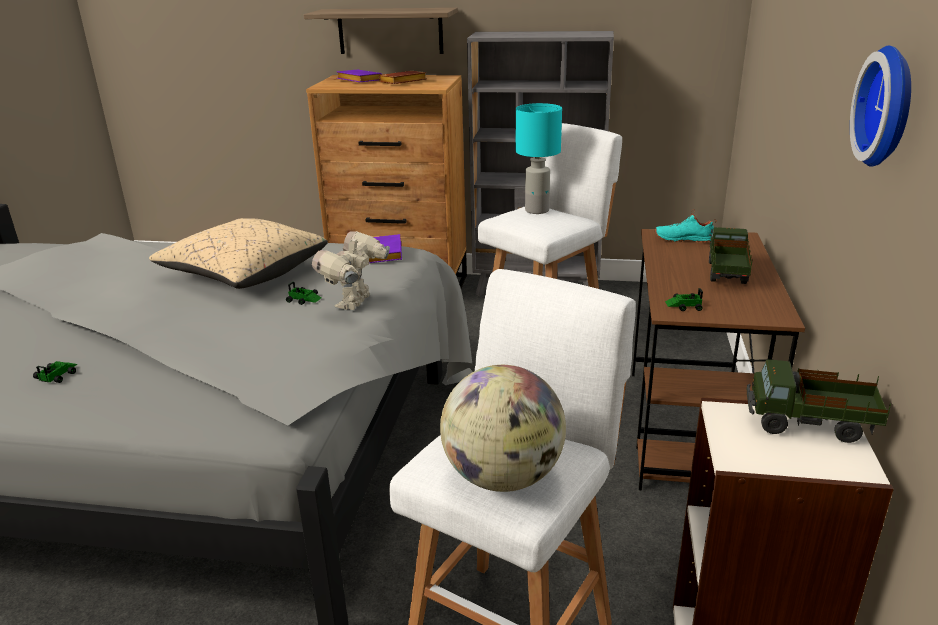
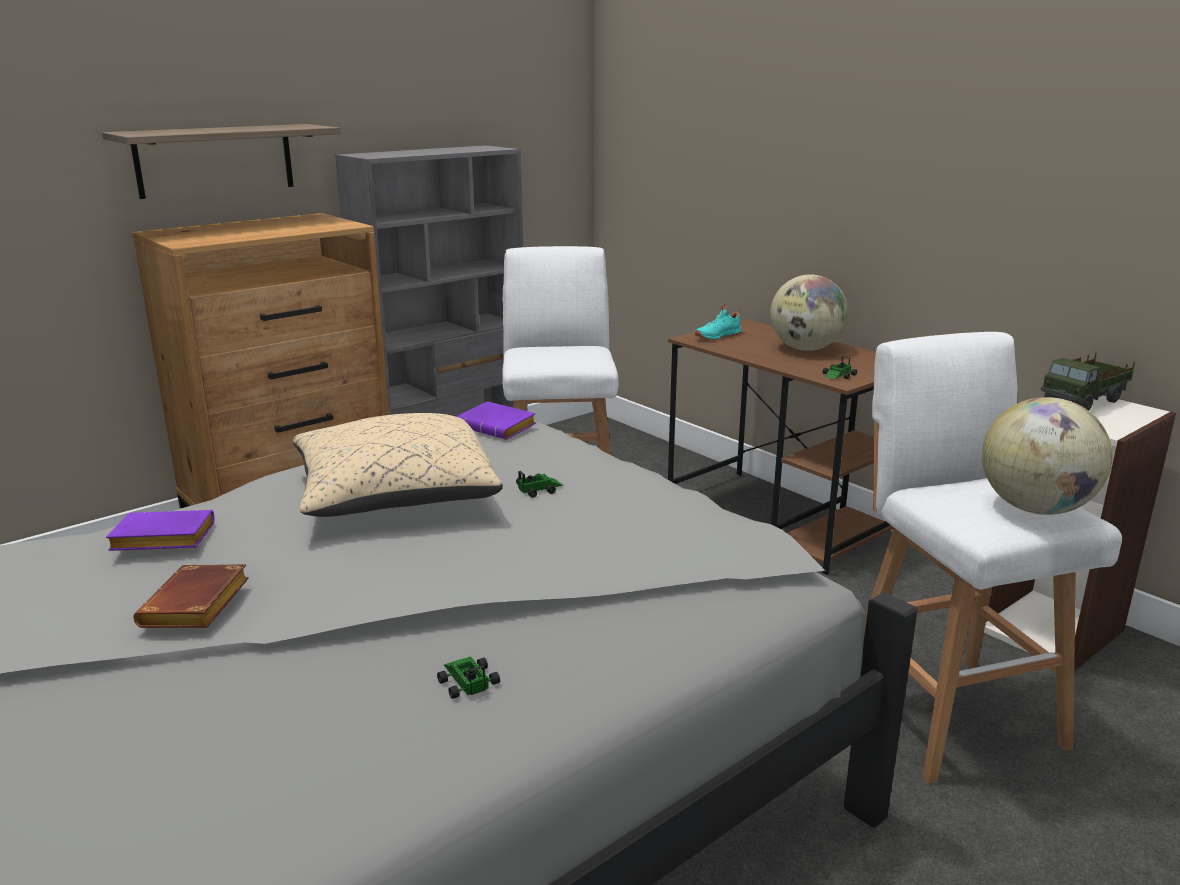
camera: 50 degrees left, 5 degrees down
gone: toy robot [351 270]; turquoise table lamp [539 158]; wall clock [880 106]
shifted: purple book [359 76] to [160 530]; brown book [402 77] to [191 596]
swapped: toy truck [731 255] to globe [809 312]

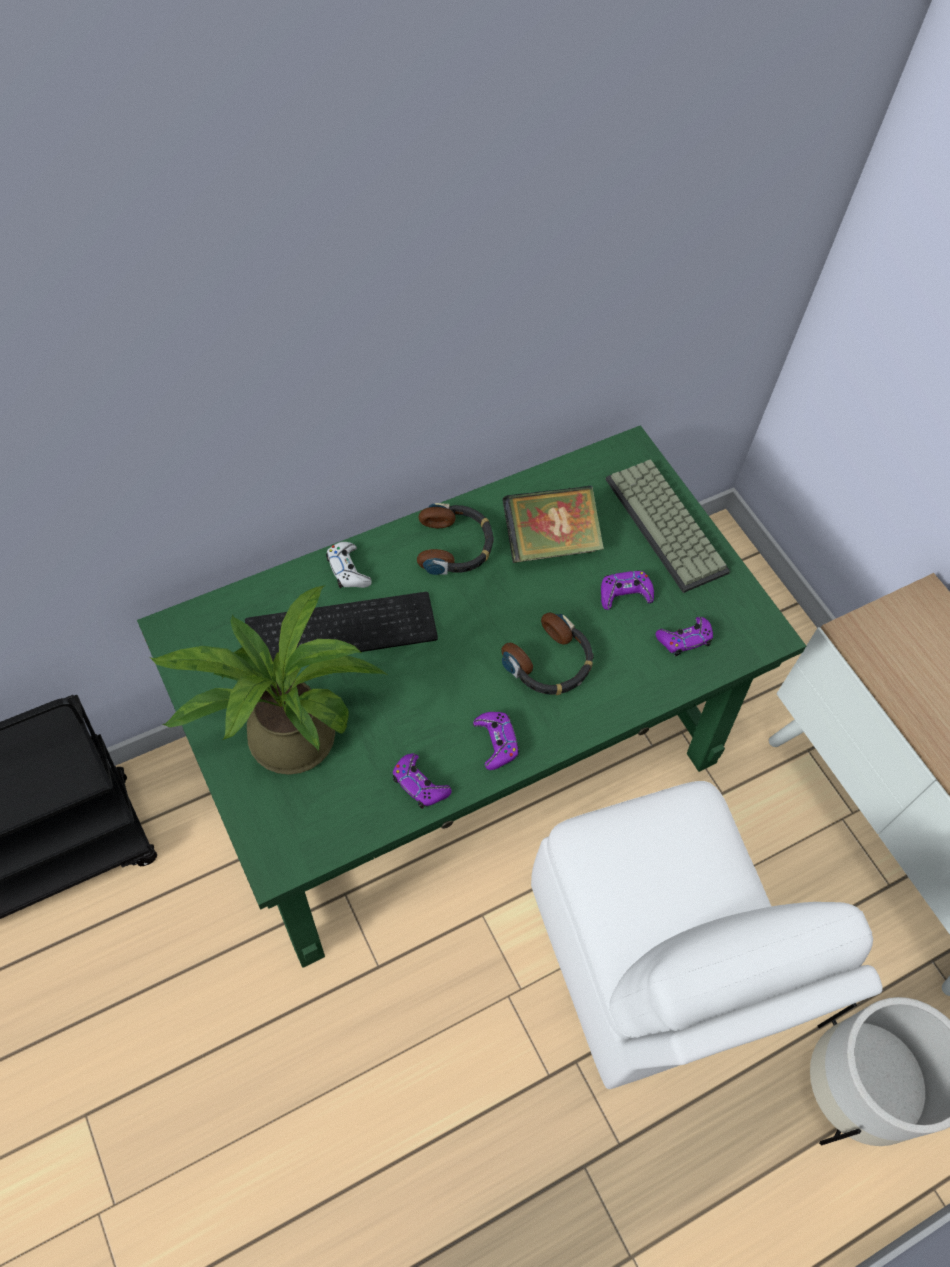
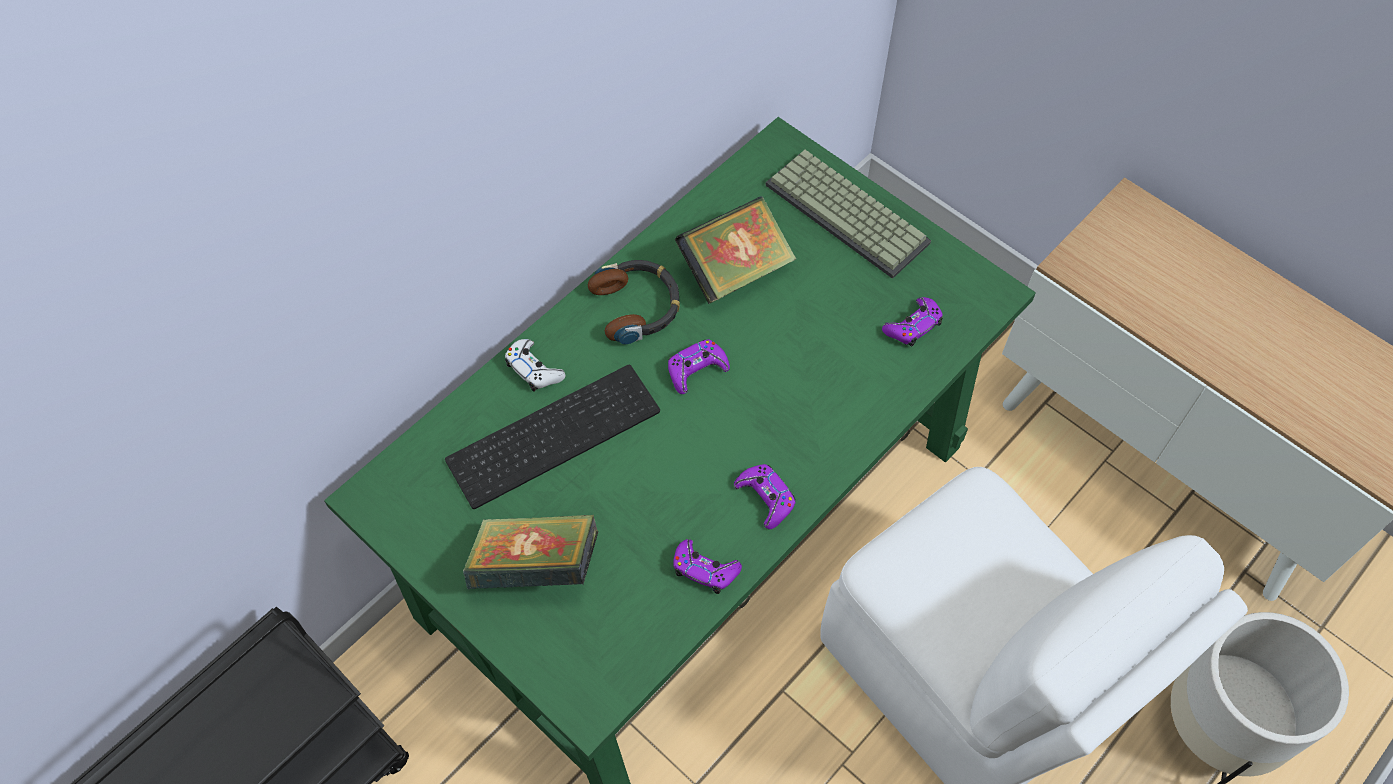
camera: 15 degrees left, 0 degrees up
gone: headphones [547 654]
shifted: purple game controller [627 590] to [699 366]
swapped: potted plant [268 680] to book [530 551]

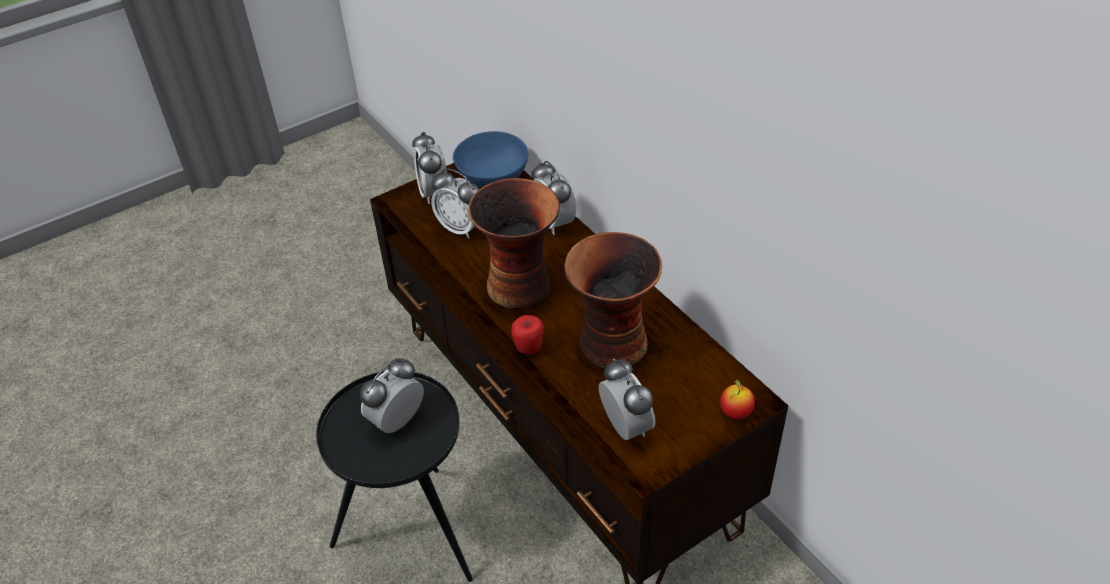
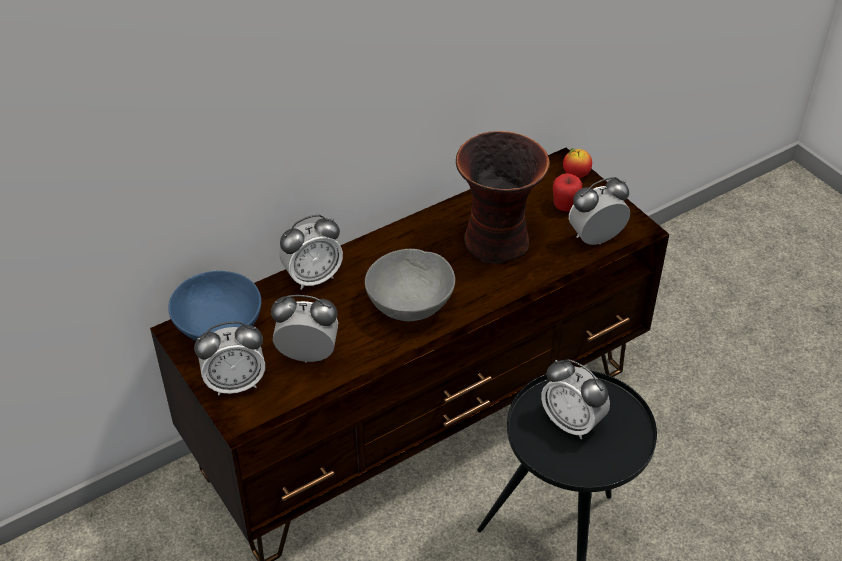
camera: 90 degrees left, 0 degrees up
shifted: apple [527 335] to [567 192]
swapped: vase [514 243] to grey bowl [410 285]
rotated: alarm clock [455 203] = [304 329] 120 degrees counterclockwise

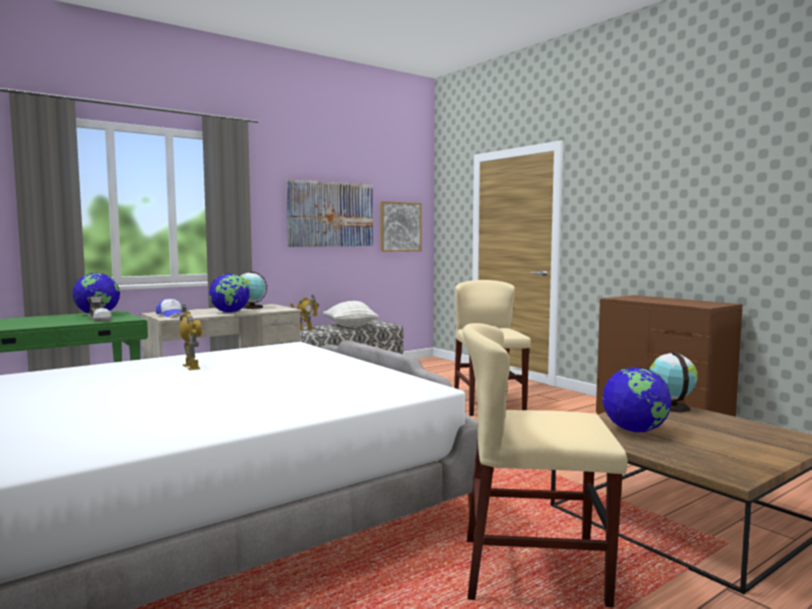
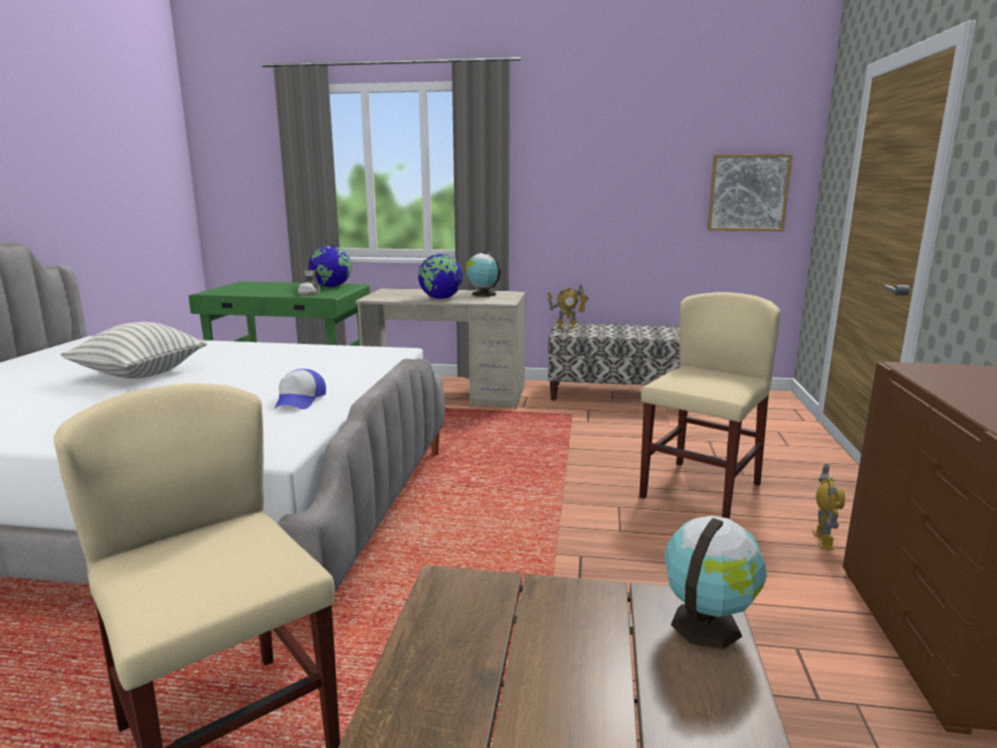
camera: 45 degrees right, 10 degrees up
gone: picture [329 213]; globe [637 399]
shifted: cap [169 308] to [300 389]; toy robot [190 337] to [828 507]; pillow [351 314] to [134 350]

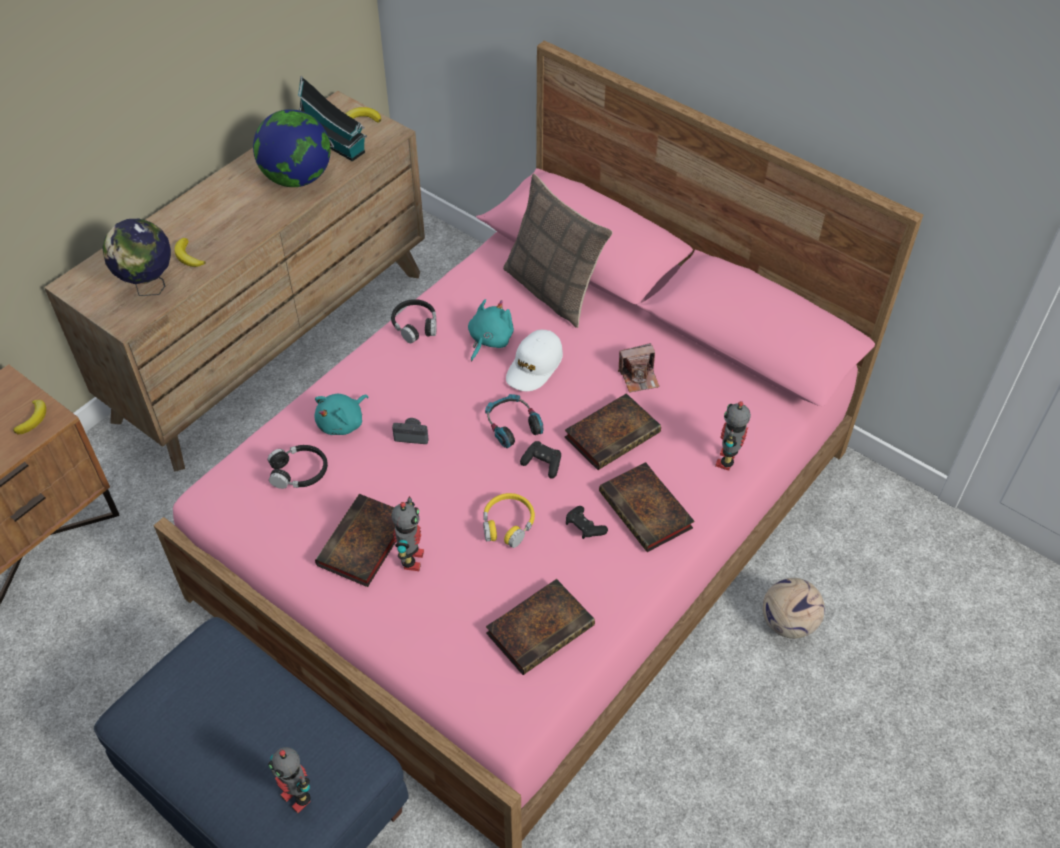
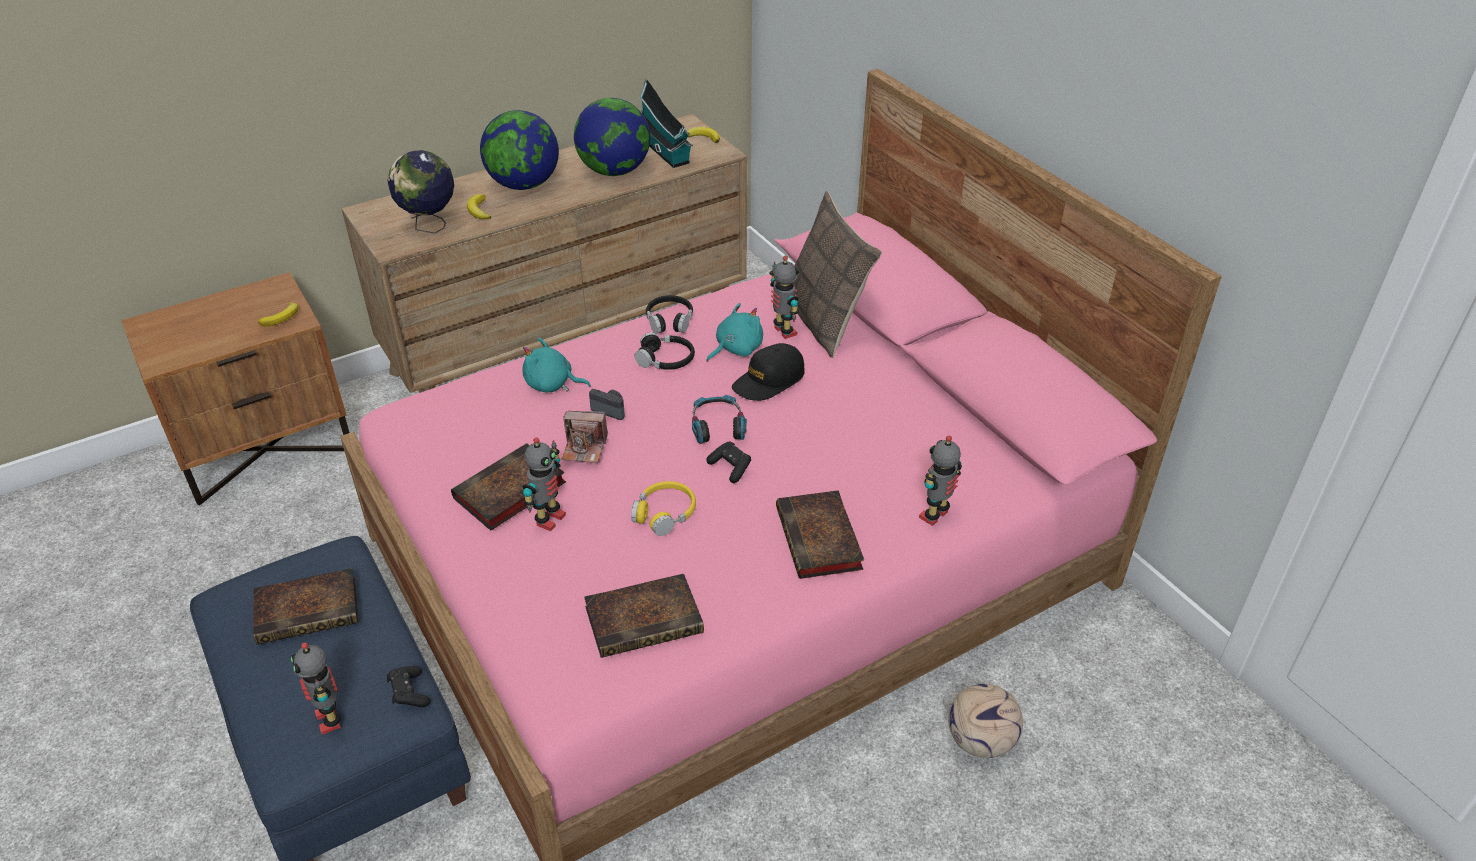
camera: 20 degrees right, 10 degrees down
new: globe [519 150]; toy robot [784 297]
shifted: black headphones [298 467] to [665 351]; book [613 431] to [306 606]; black game controller [587 522] to [409 686]; photo camera [639 368] to [585 437]
repainted: white cap [534 360] to black cap [768 372]
rotated: turquoise plush toy [341 414] = [556 365] 45 degrees clockwise

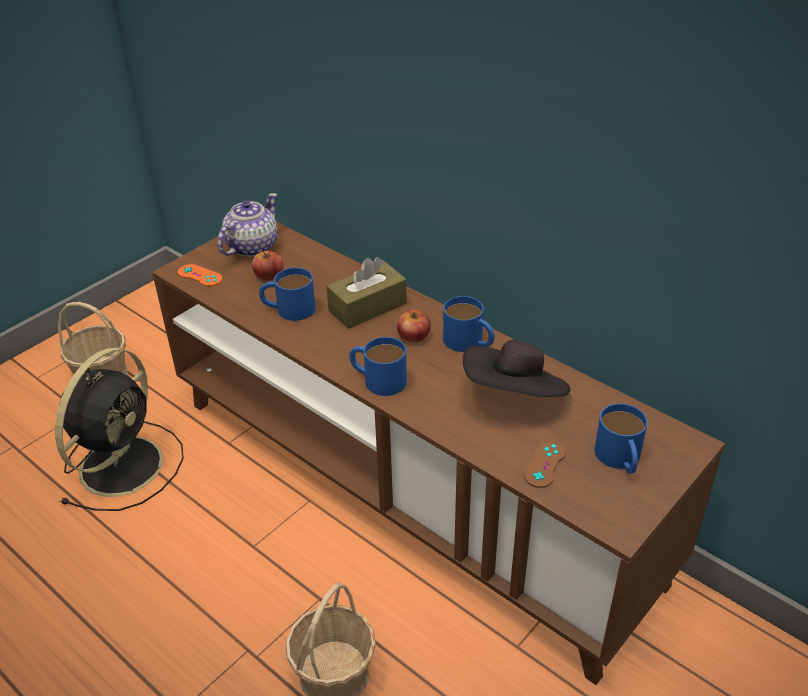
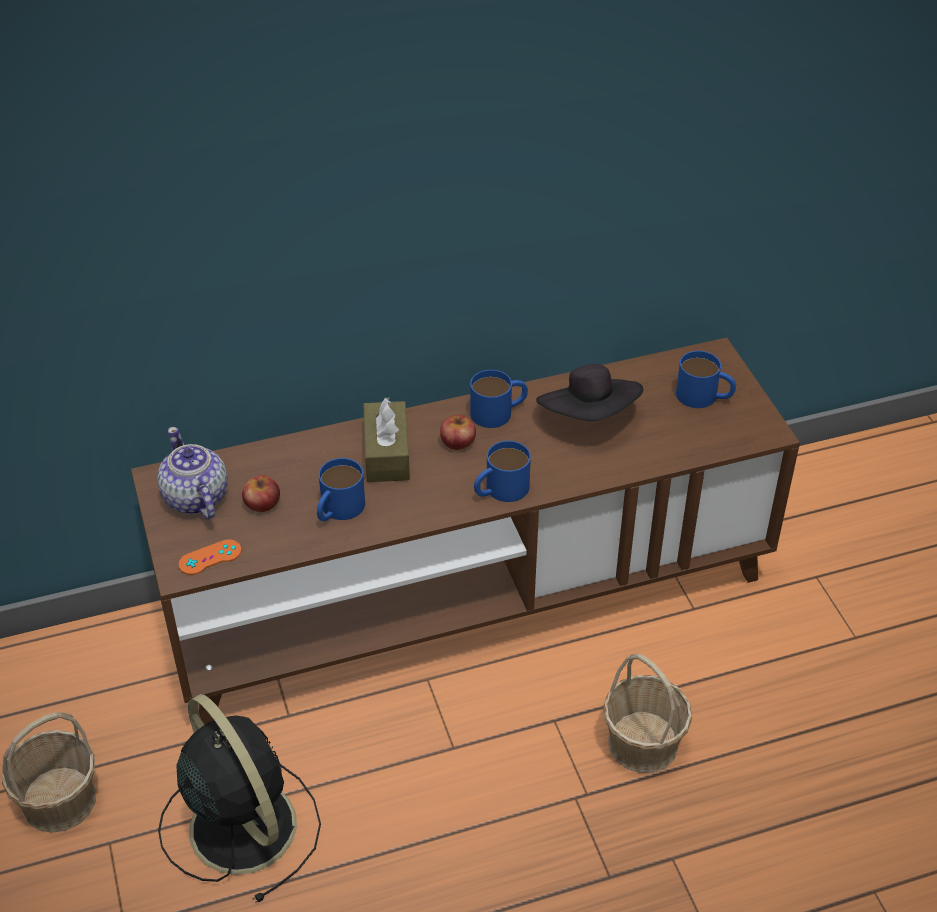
camera: 60 degrees left, 5 degrees up
gone: brown game controller [545 464]

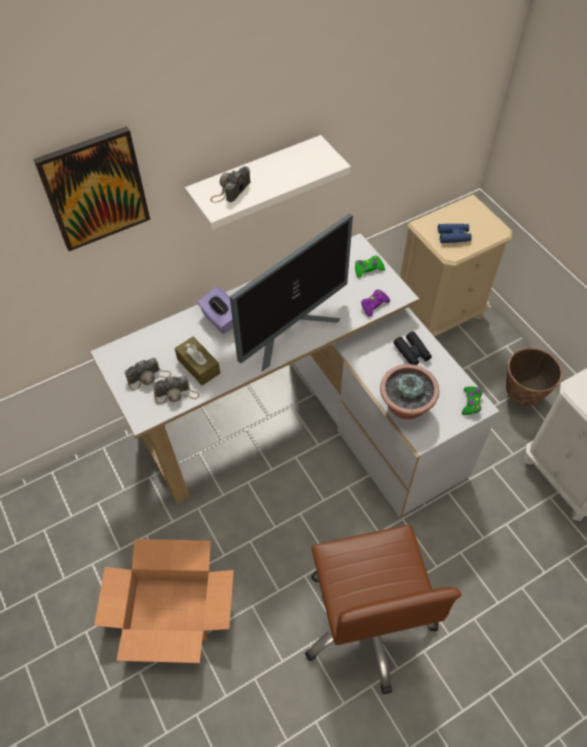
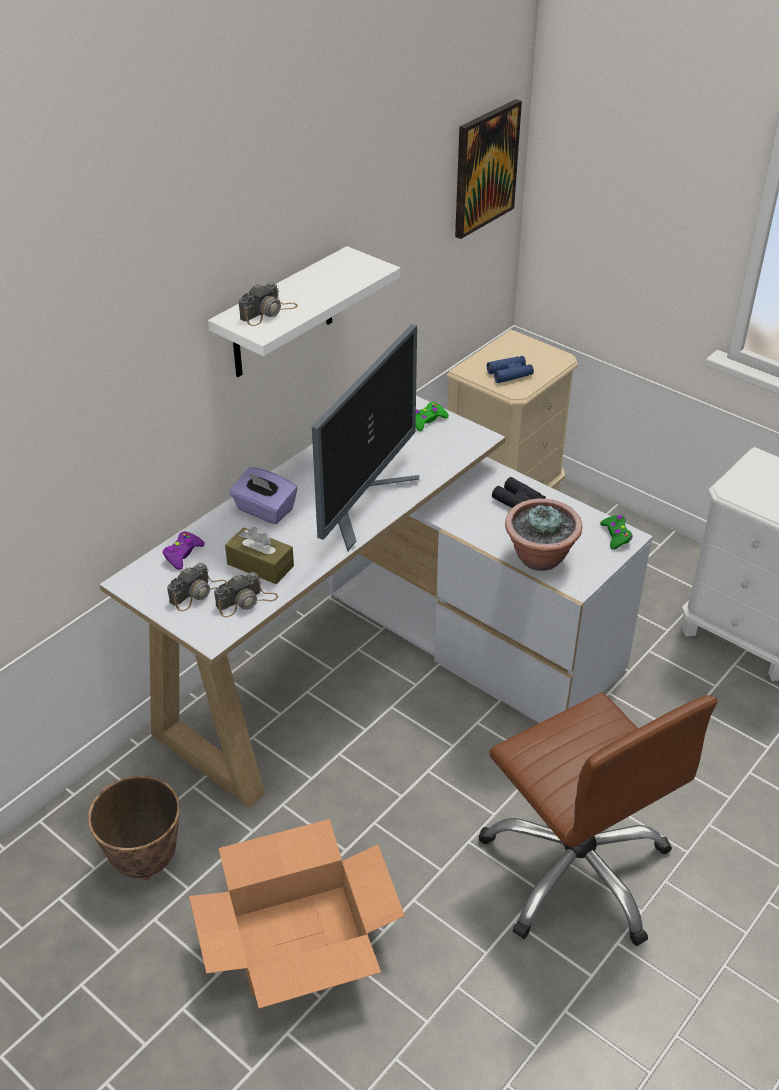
camera: 20 degrees left, 15 degrees down
shifted: picture [91 188] to [488 169]; purple game controller [375 303] to [184 550]; planter [534 377] to [134 828]
rotated: photo camera [230 184] = [268 304] 150 degrees counterclockwise

